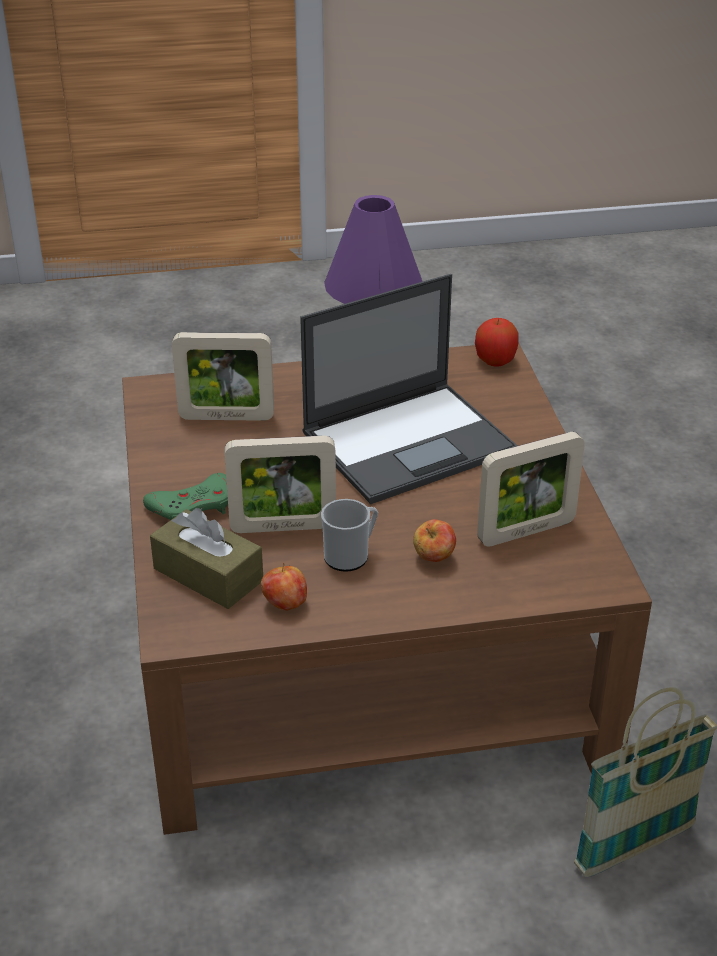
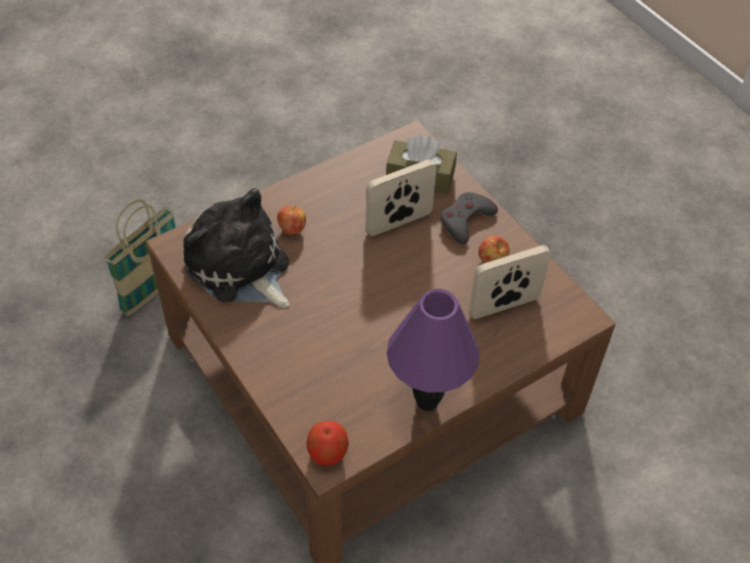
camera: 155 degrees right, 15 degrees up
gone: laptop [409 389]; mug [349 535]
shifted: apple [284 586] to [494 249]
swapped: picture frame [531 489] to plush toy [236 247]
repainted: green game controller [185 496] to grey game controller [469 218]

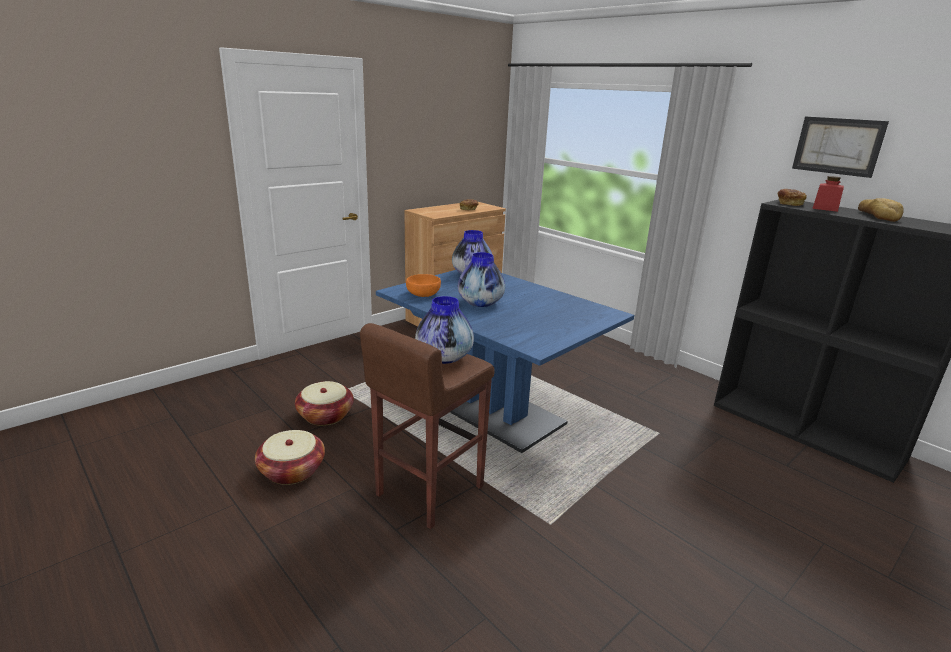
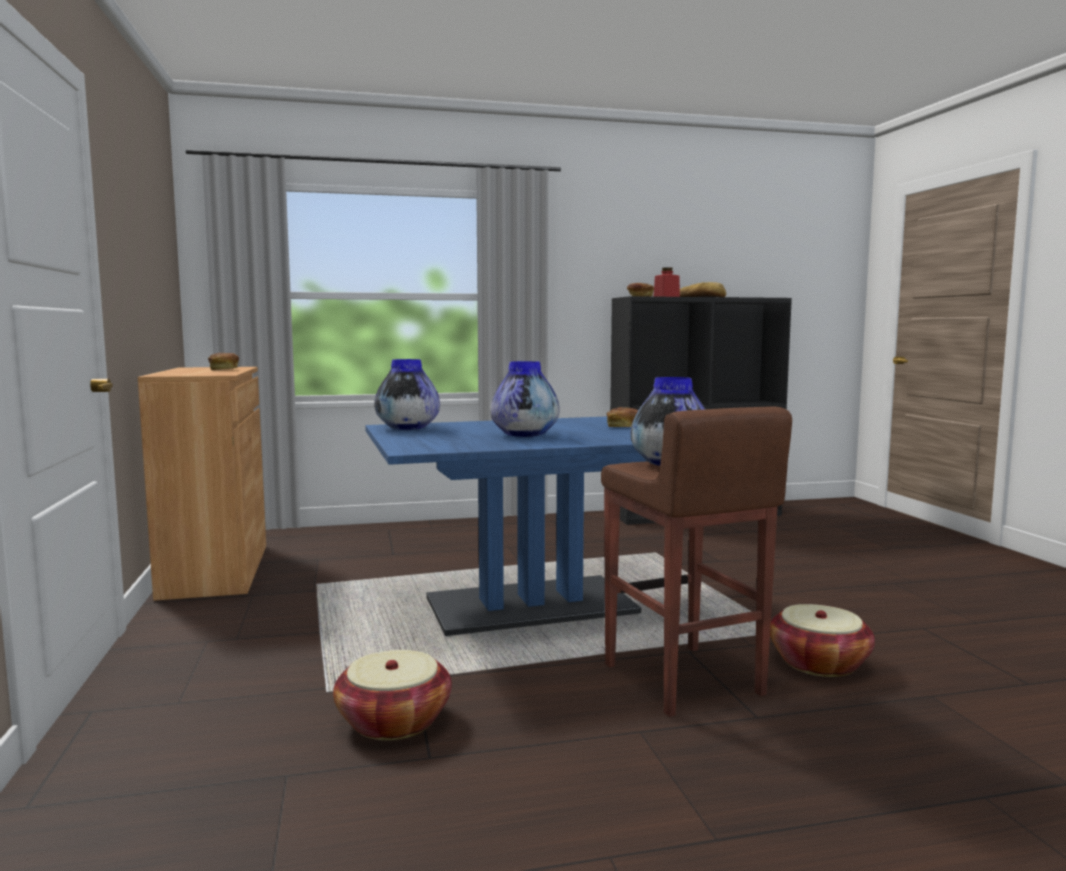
camera: 60 degrees left, 15 degrees down
gone: orange bowl [423 285]; picture [840 147]
new: bread [622 417]
shifted: basket [290 457] to [822 640]

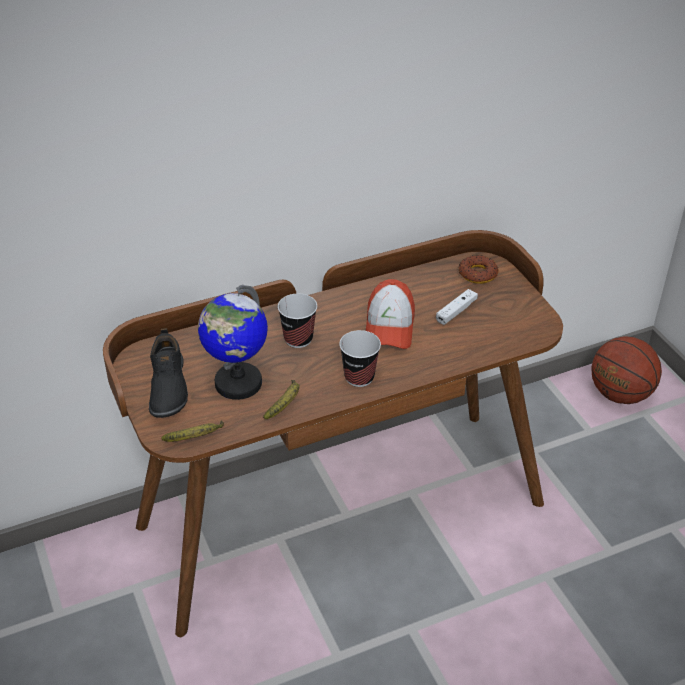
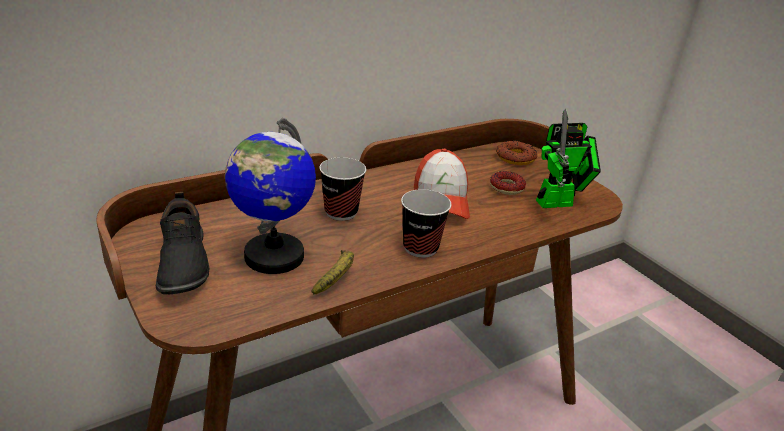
camera: 10 degrees left, 10 degrees down
gone: banana [193 431]; basketball [626 370]
new: toy robot [568 158]
swapped: white game controller [457 307] to donut [508 183]

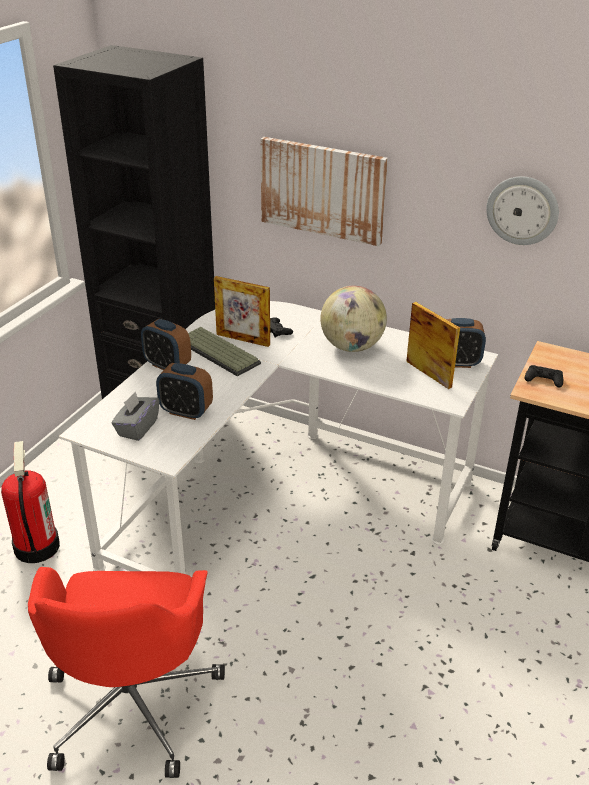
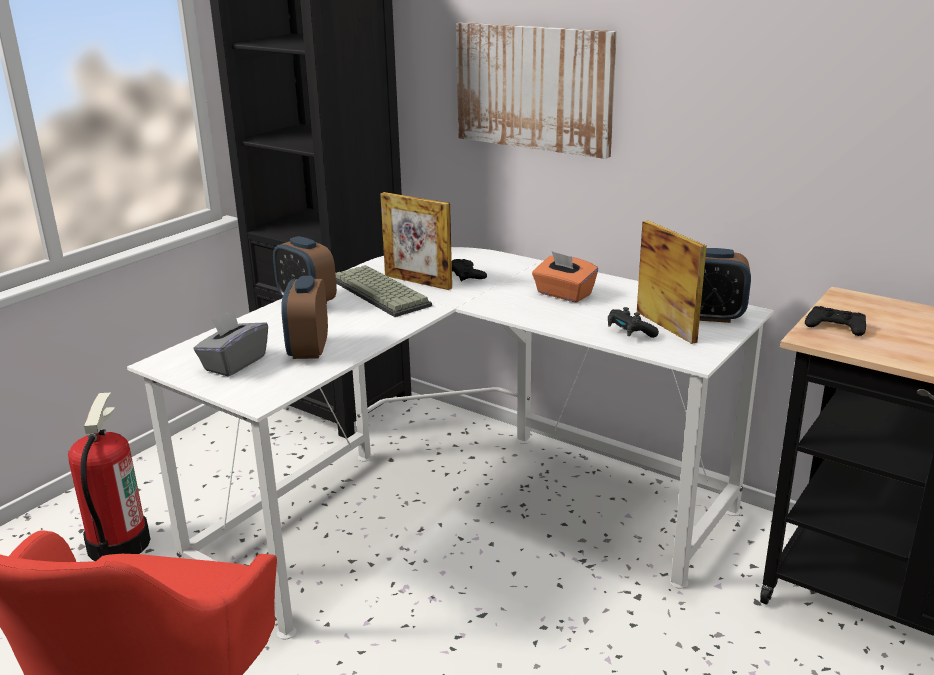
camera: 10 degrees right, 10 degrees down
gone: wall clock [522 210]
new: black game controller [633 322]
swapped: globe [353 319] to orange tissue box [565 277]
rotated: alarm clock [184 391] = [304 317] 60 degrees clockwise

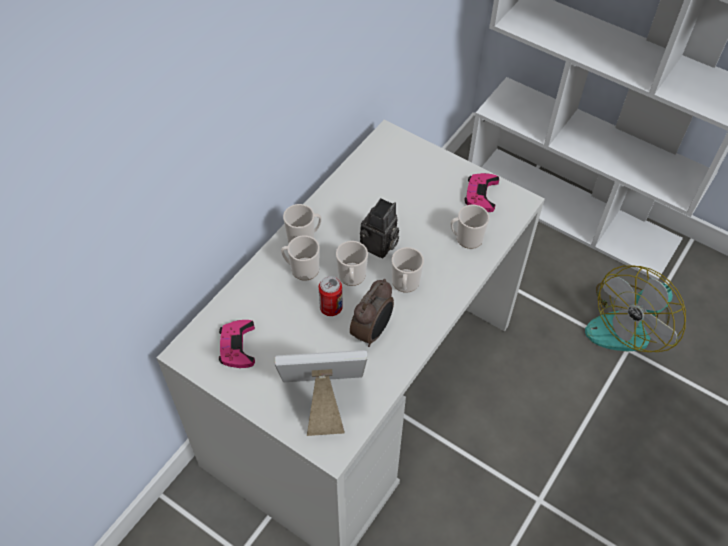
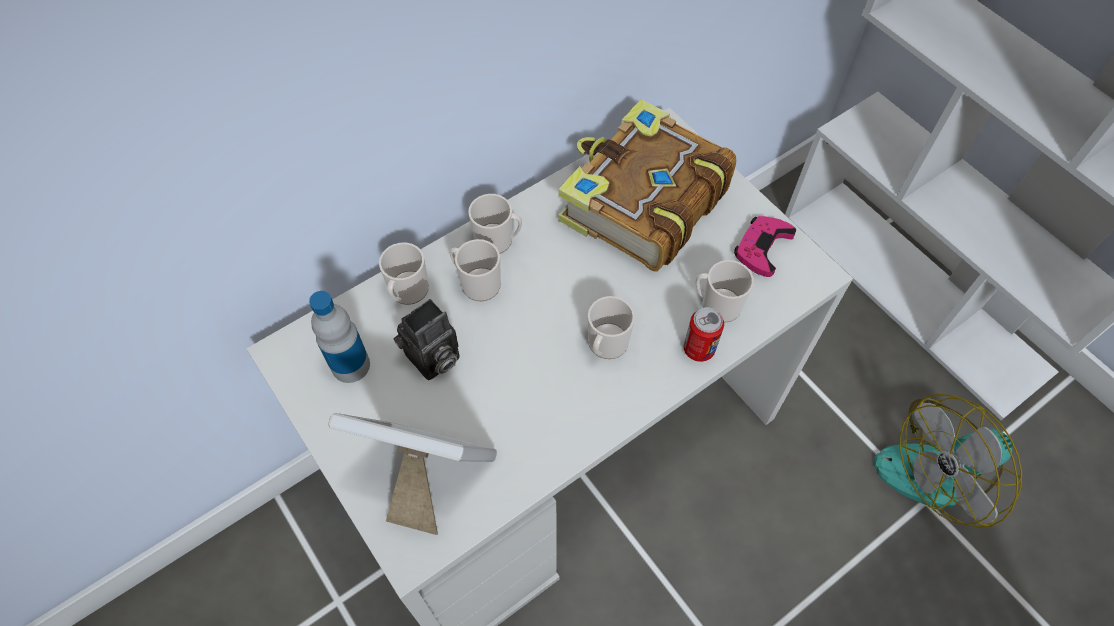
camera: 20 degrees right, 5 degrees up
gone: alarm clock [372 313]
new: book [647 185]
shifted: can [331 296] to [704 334]; mug [352 263] to [404 273]; photo camera [379 228] to [426 339]
swapped: pink game controller [237 344] to bottle [339 337]

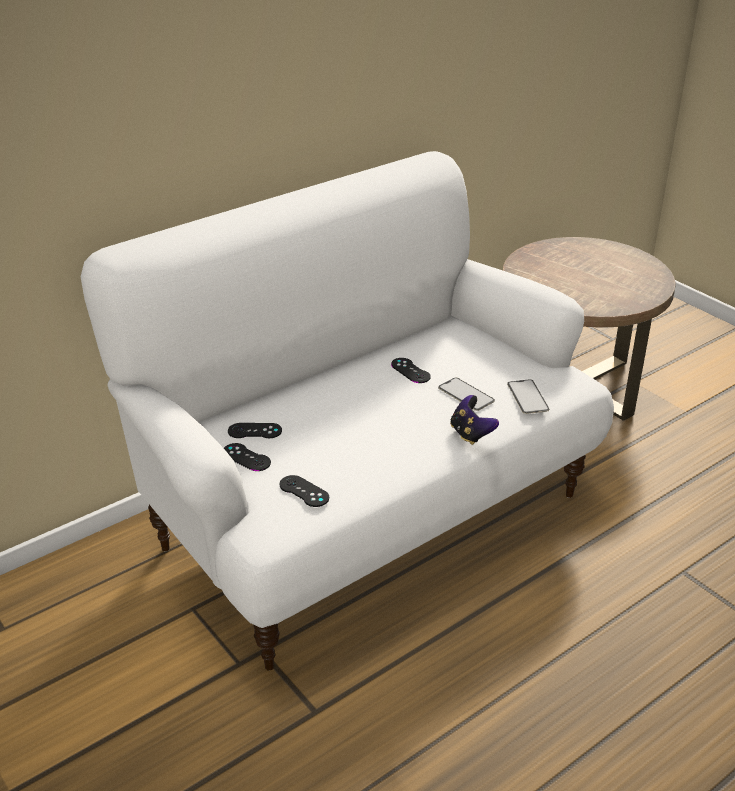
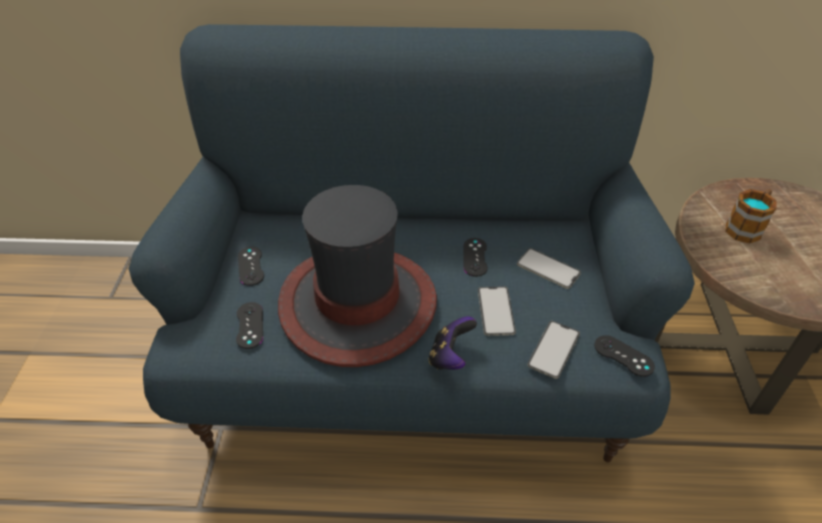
camera: 40 degrees right, 10 degrees up
new: hat [357 276]; phone [549 268]; mug [750 216]
shifted: black game controller [255 430] to [624 356]
repainted: white sofa [347 411] to blue sofa [412 243]

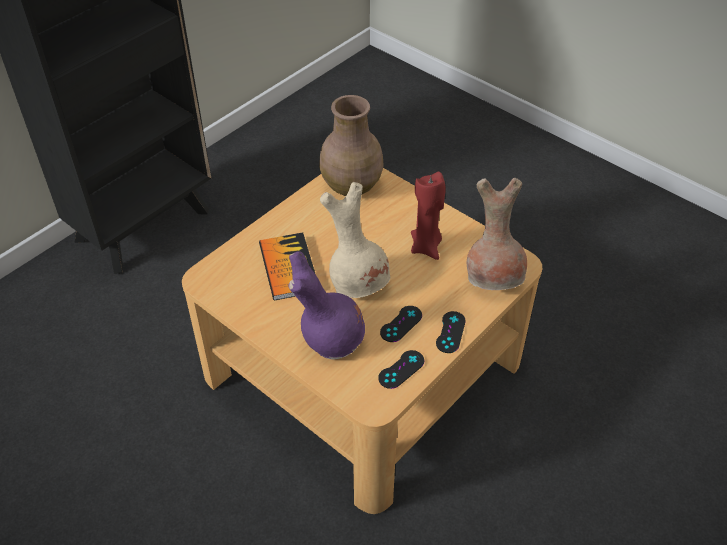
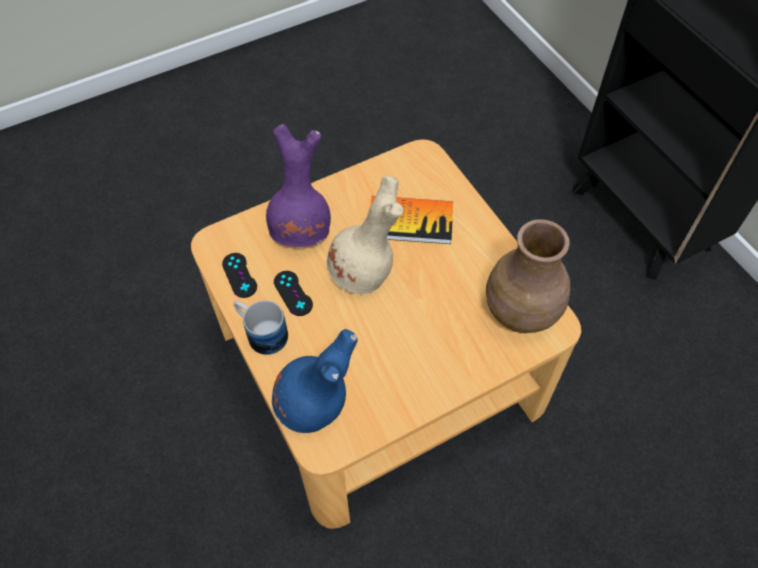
camera: 110 degrees right, 10 degrees up
gone: red candle [428 216]
swapped: black game controller [451 332] to mug [261 327]
repainted: brown vase [497 234] to blue vase [315 381]

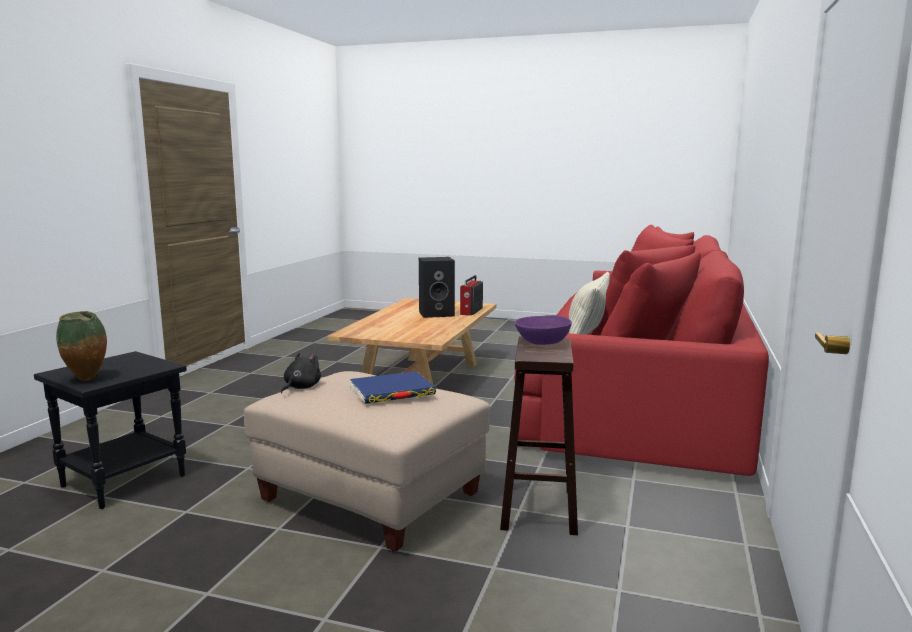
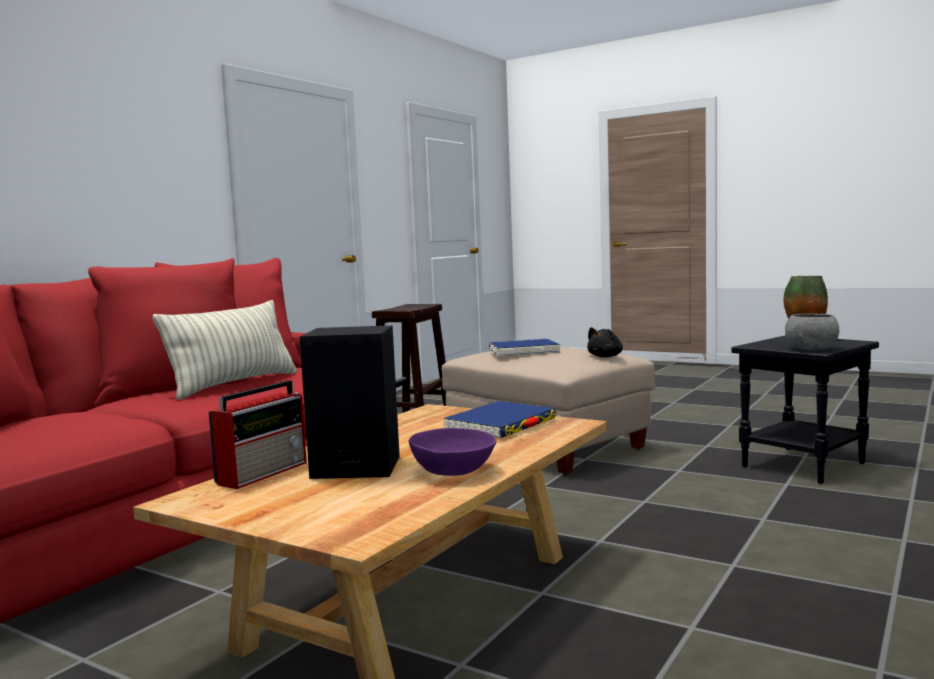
camera: 165 degrees left, 5 degrees down
new: blue book [499 419]; grey bowl [812 331]
shifted: purple bowl [543 330] to [453 452]

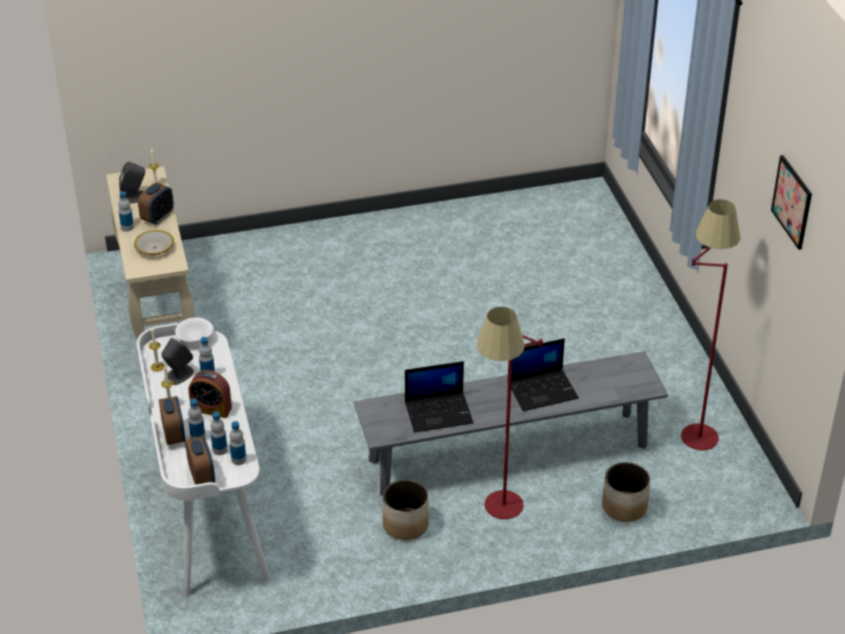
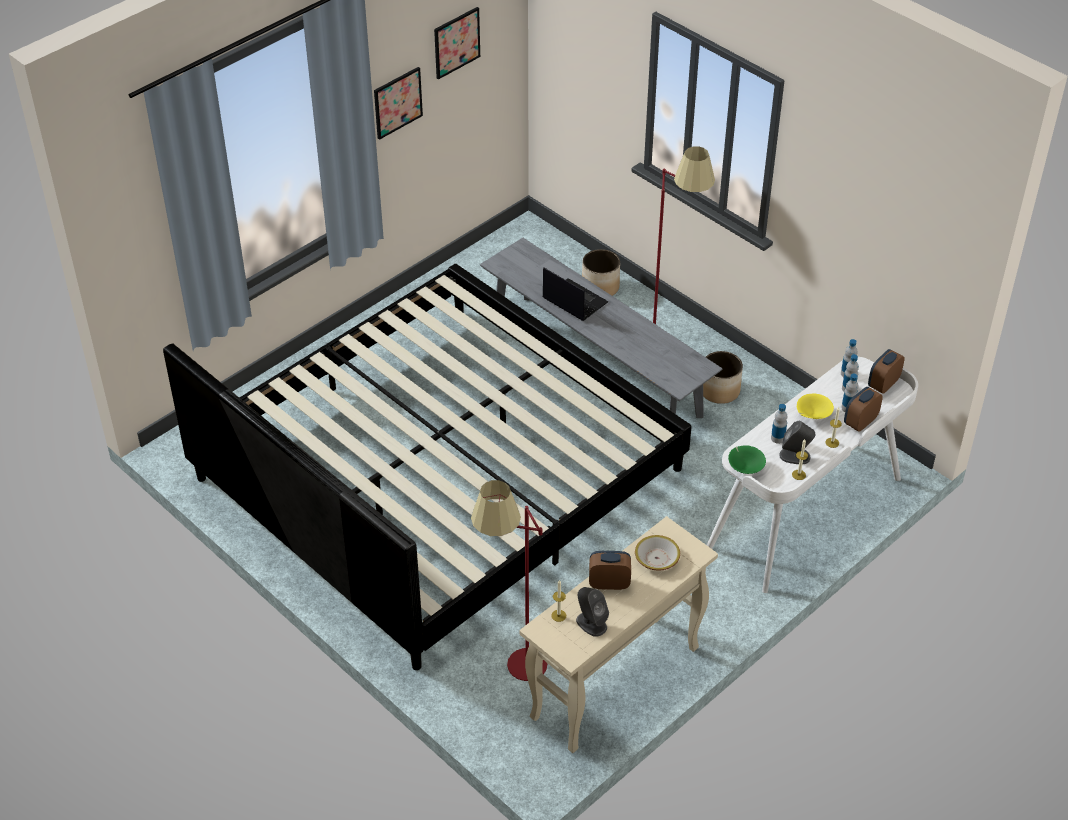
camera: 120 degrees left, 5 degrees up
gone: bottle [126 211]; laptop [439 396]
new: bed [427 467]; picture [398 103]
shifted: red floor lamp [711 324] to [509 580]
swapped: alarm clock [210 394] to yellow bowl [815 406]
repainted: white bowl [194 330] to green bowl [747 459]

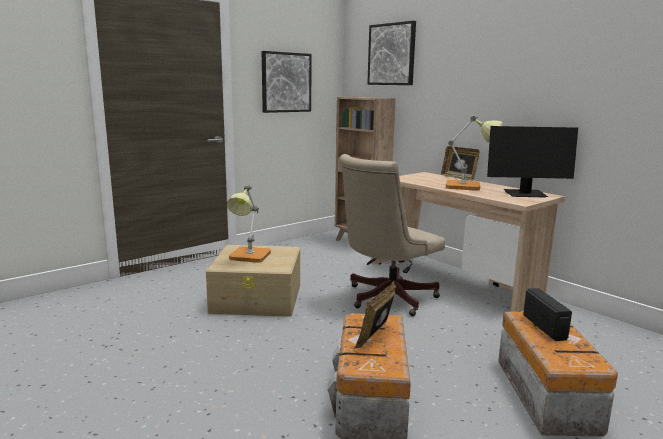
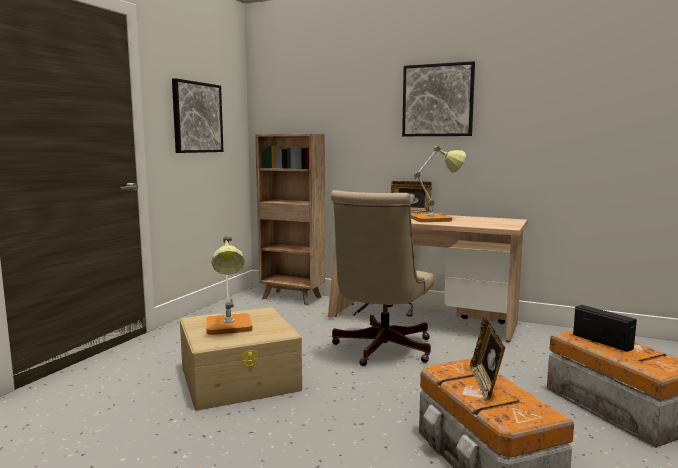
camera: 25 degrees left, 5 degrees down
gone: monitor [532 162]
shifted: picture [391 53] to [438 98]

